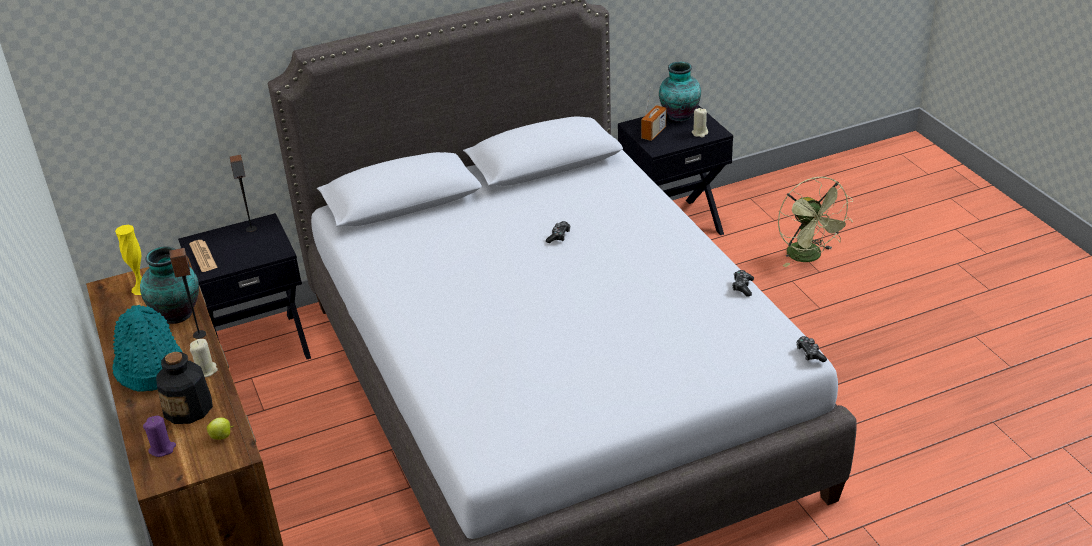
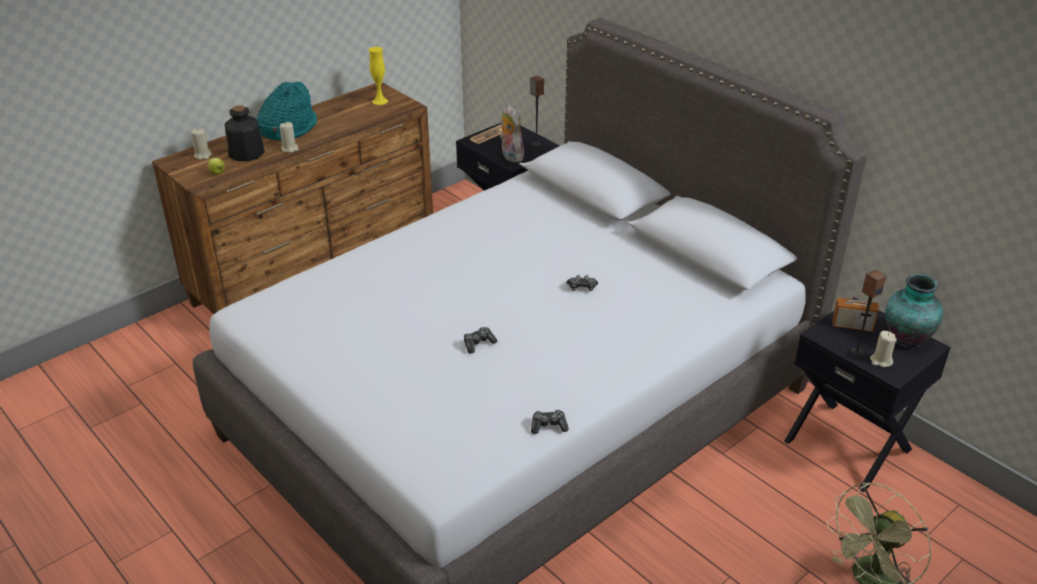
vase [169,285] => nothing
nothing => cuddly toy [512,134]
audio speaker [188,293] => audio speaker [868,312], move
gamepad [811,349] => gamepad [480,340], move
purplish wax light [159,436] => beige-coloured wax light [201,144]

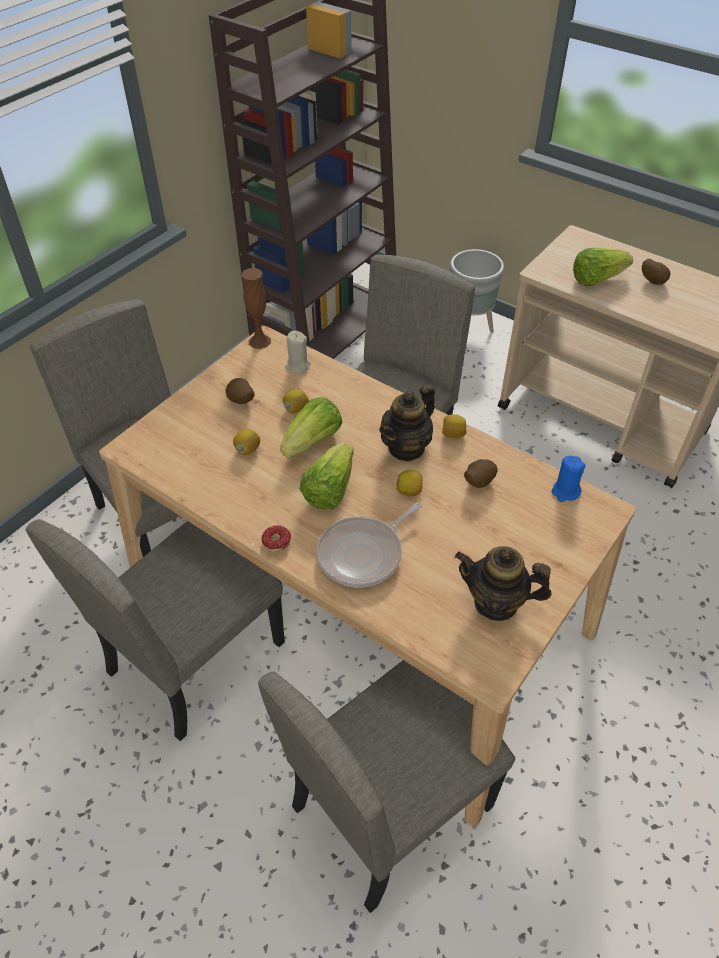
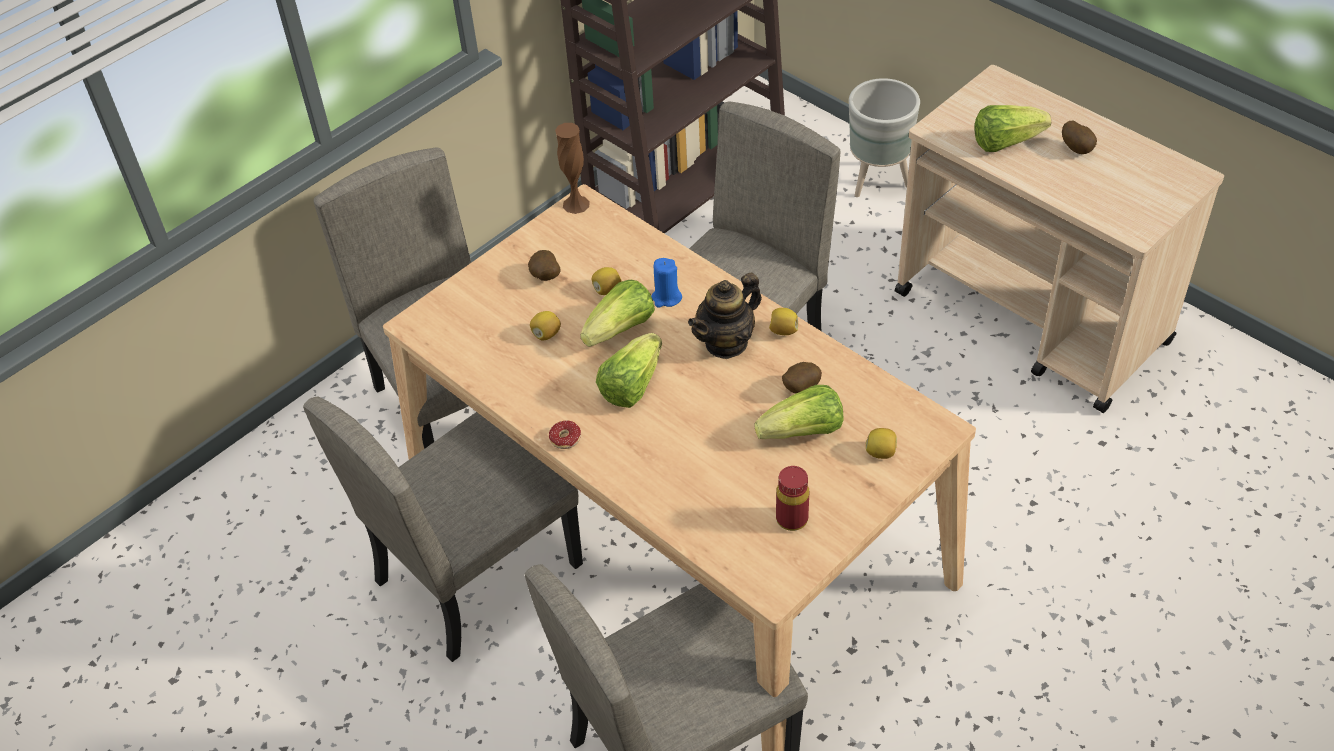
beige-coloured wax light [298,352] => nothing
skillet [369,545] => nothing
nothing => lettuce head [799,412]
citrus fruit [409,483] => citrus fruit [881,443], move
blue-coloured wax light [569,479] => blue-coloured wax light [666,283], move
tea pot [503,583] => red bottle [792,498]

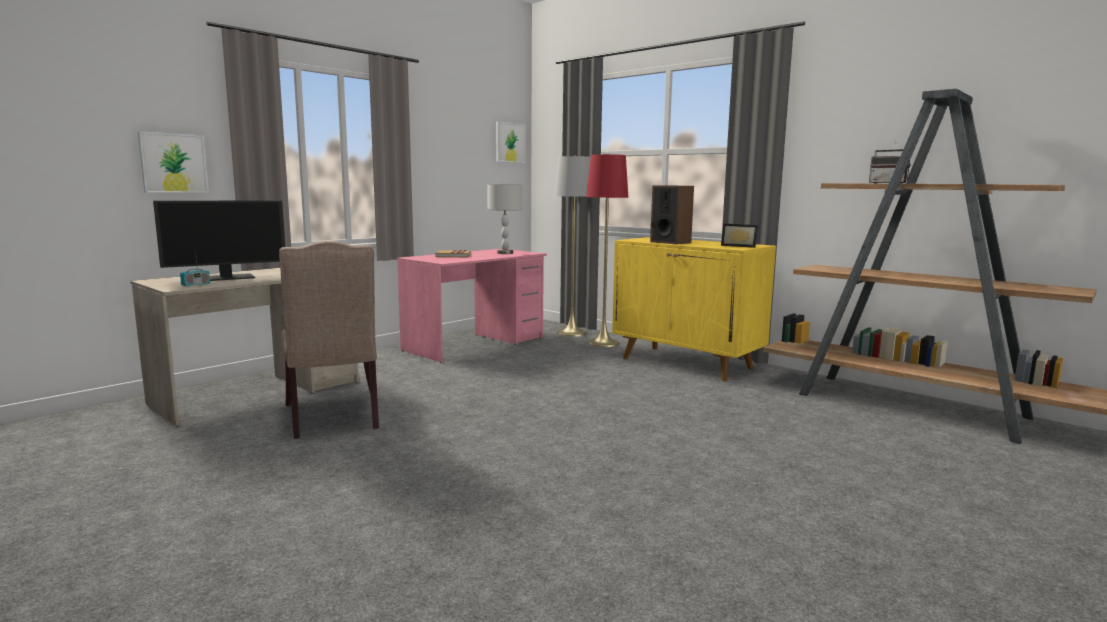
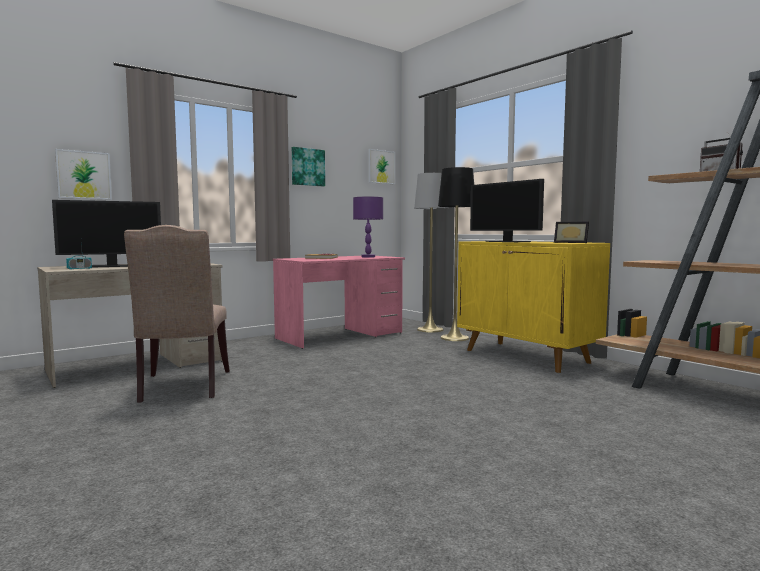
nothing => picture [308,166]
audio speaker [672,215] => computer display [507,210]
greyish lamp for a table [504,219] => purplish lamp for a table [368,227]
red standard lamp [607,250] => blackish standard lamp [456,254]

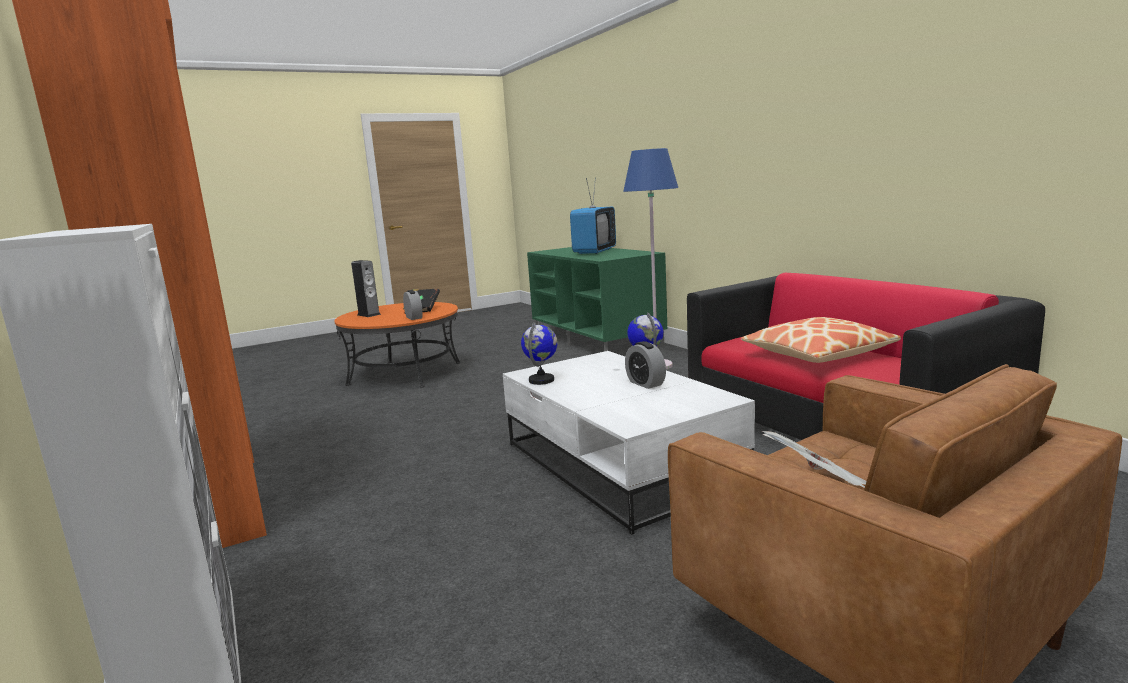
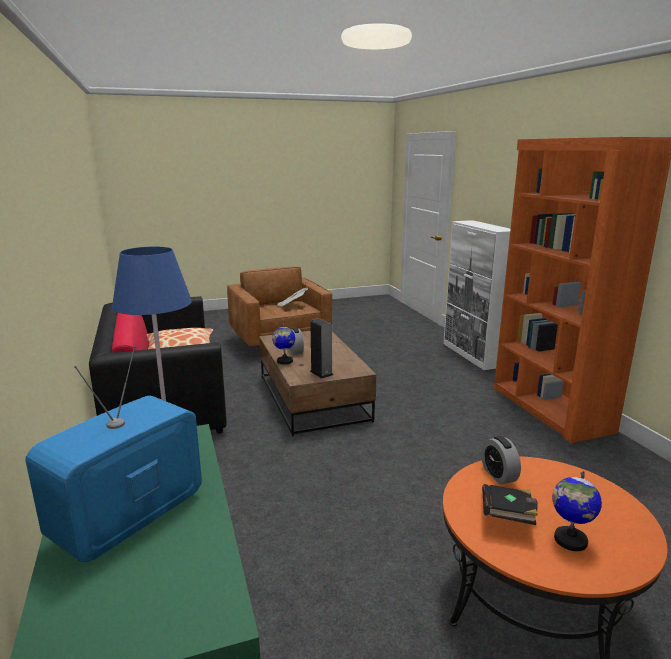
audio speaker [366,288] => audio speaker [321,348], move
world globe [539,353] => world globe [577,511], move
white lounge table [629,443] => brown lounge table [317,383]

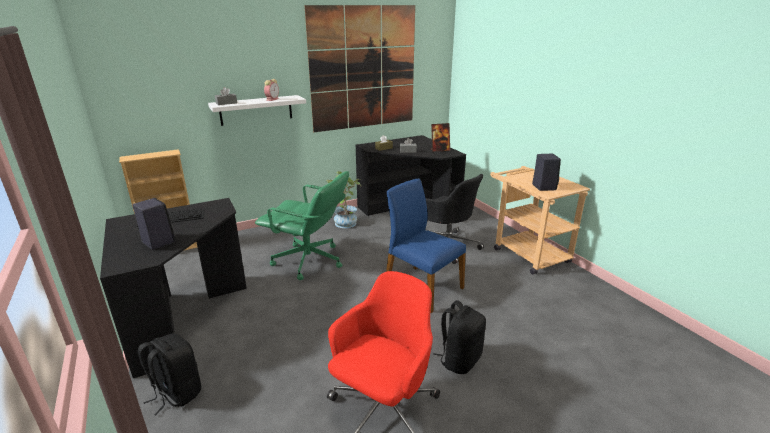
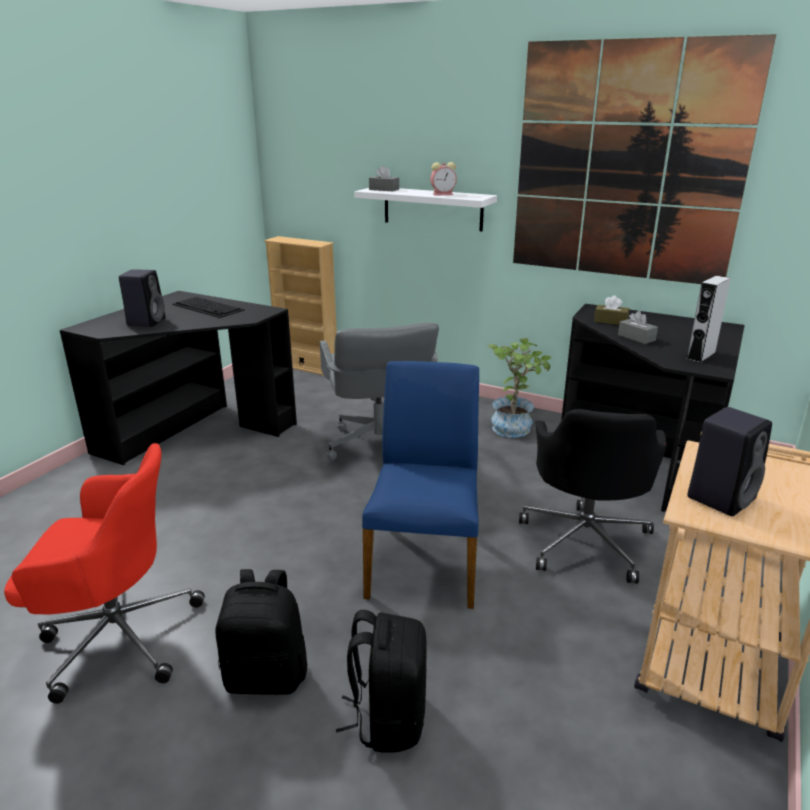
blackish rucksack [169,374] => blackish rucksack [381,681], move
picture frame [440,137] => greyish audio speaker [709,319]
green-coloured computer chair [302,225] => greyish computer chair [379,391]

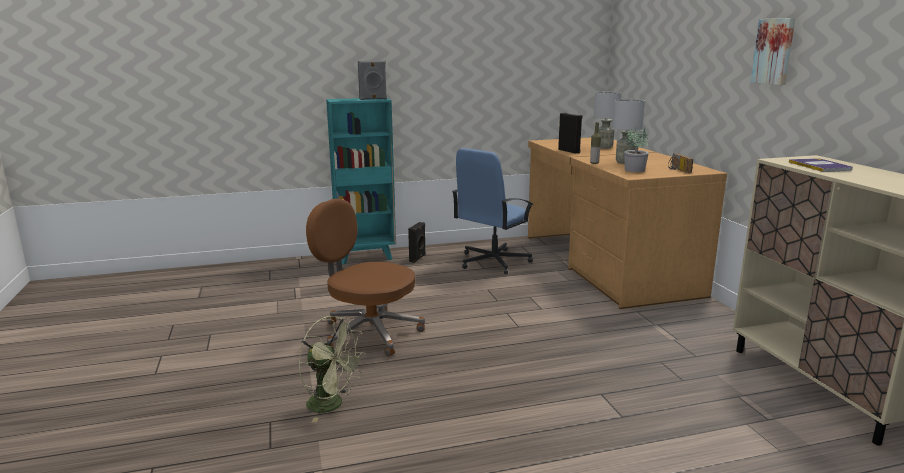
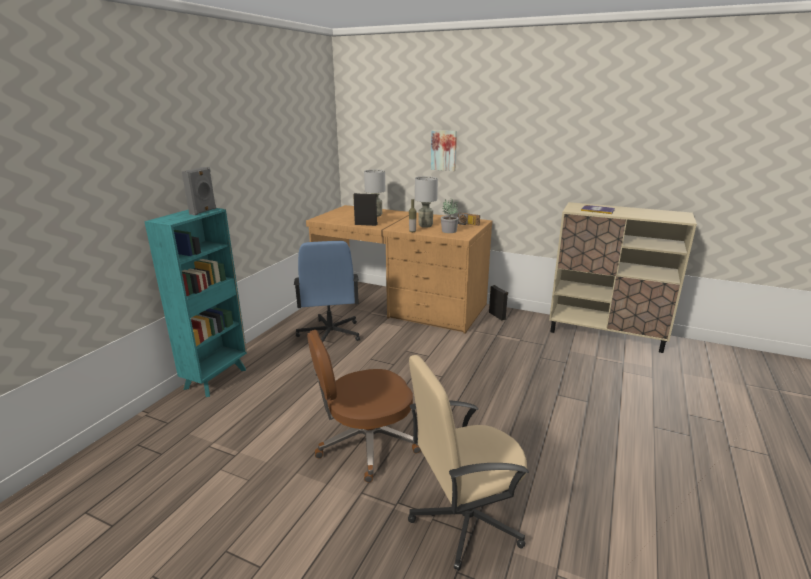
blackish audio speaker [417,242] => blackish audio speaker [498,302], move
picture [773,51] => picture [444,150], move
green-coloured fan [332,369] => beige-coloured computer chair [468,463]

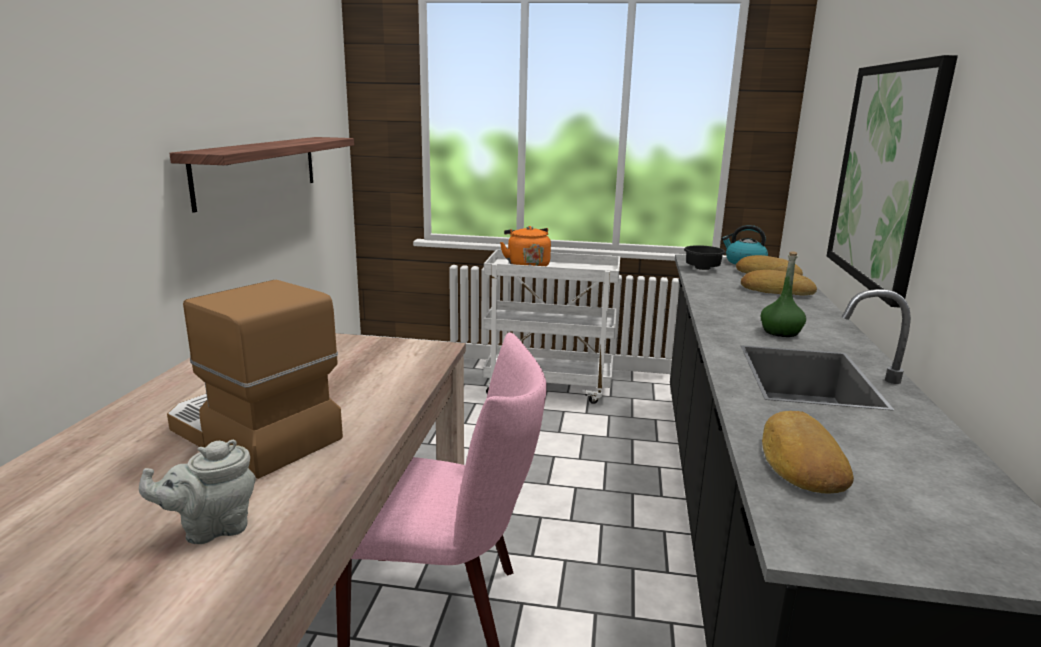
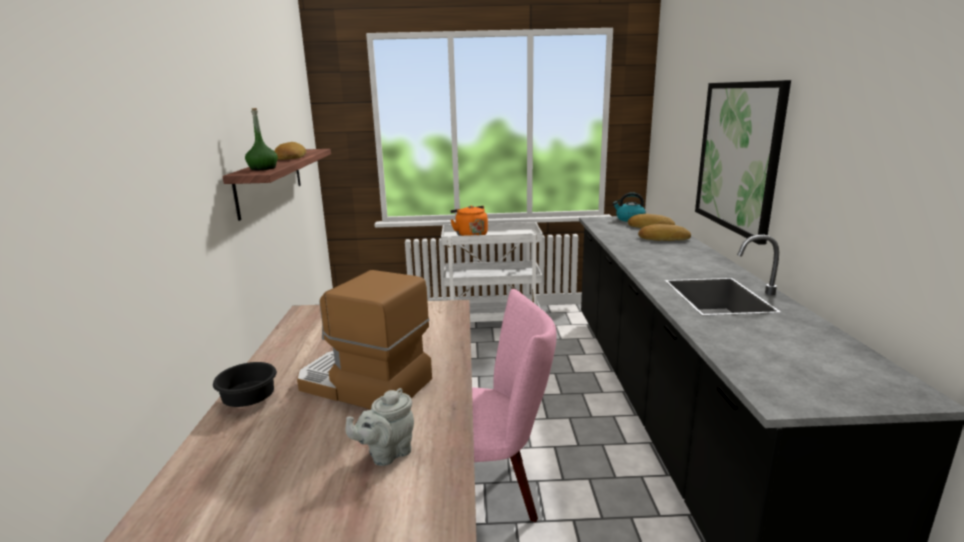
blackish serving bowl [705,257] => blackish serving bowl [245,384], move
green-coloured bottle [783,294] => green-coloured bottle [261,139], move
bread [808,452] => bread [290,151], move

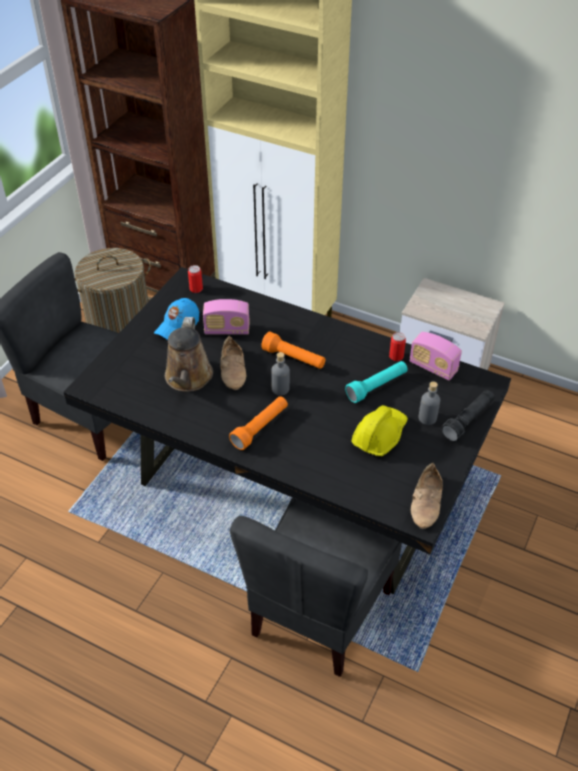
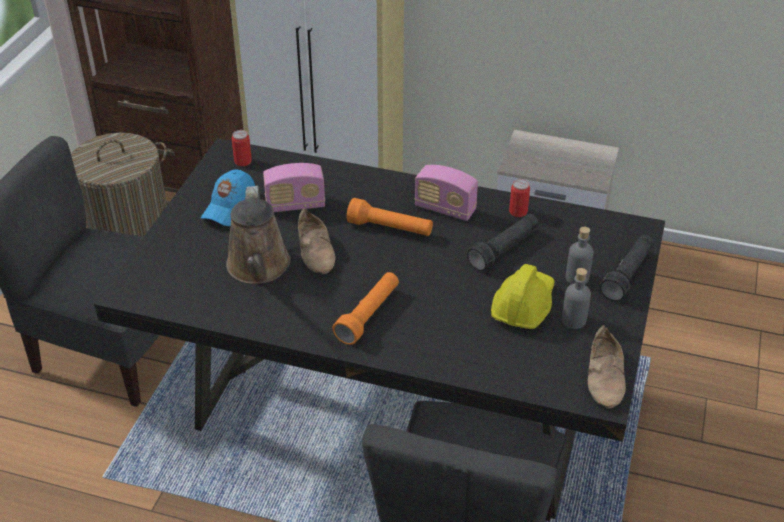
greyish bottle [280,373] => greyish bottle [576,298], move
radio [436,356] => radio [446,193], move
blue-green hand torch [376,382] => blackish hand torch [503,242]

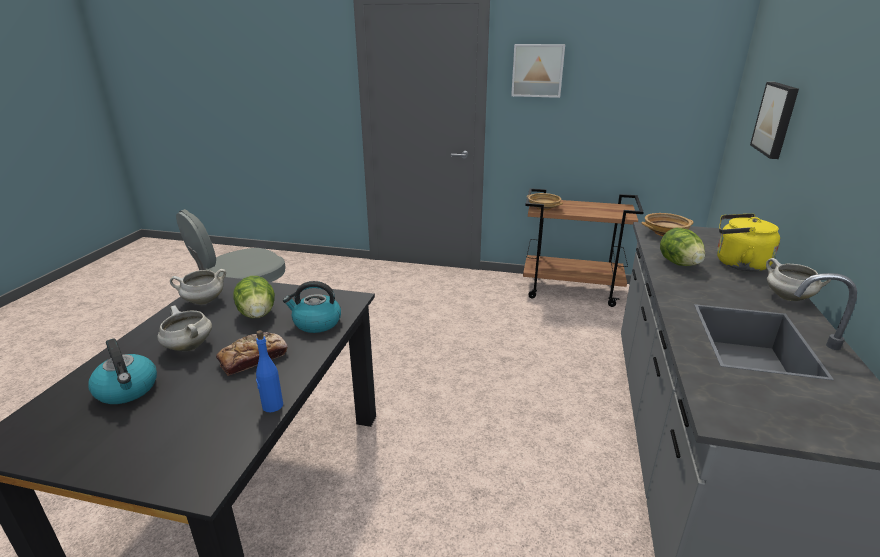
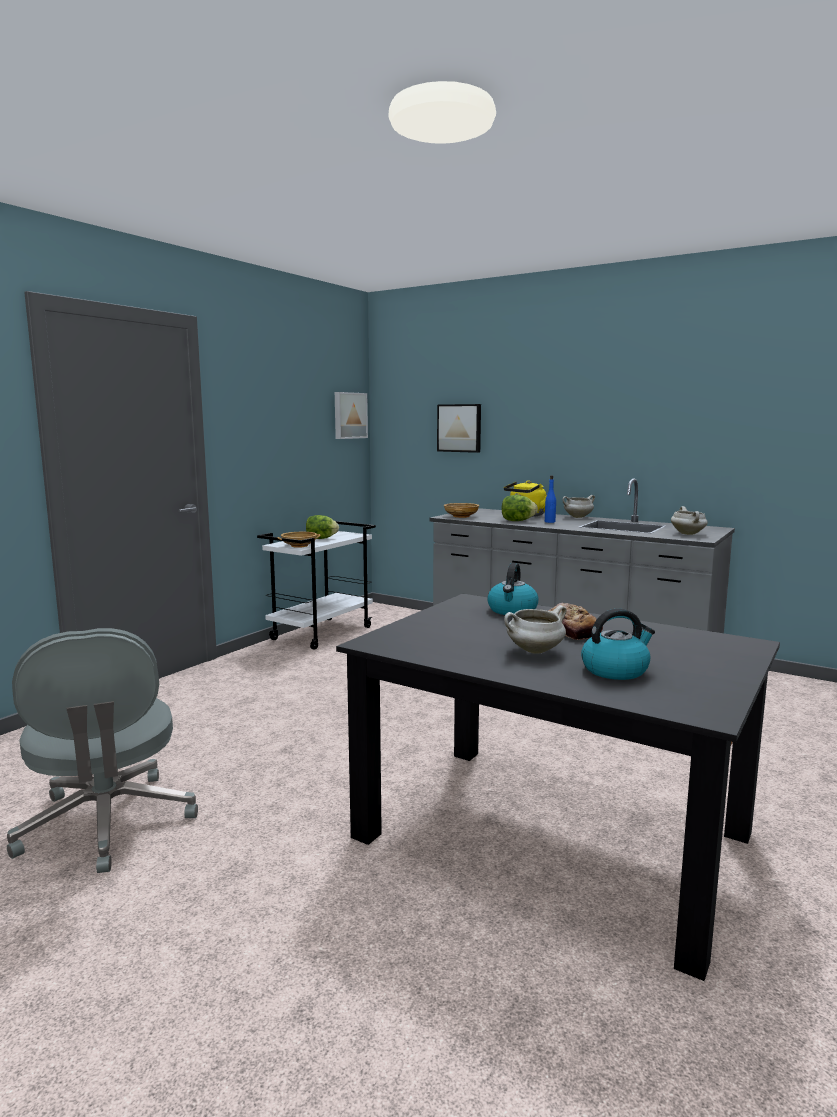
white saucepot [198,286] => white saucepot [689,520], move
lettuce head [254,297] => lettuce head [322,527], move
blue-coloured bottle [269,371] => blue-coloured bottle [550,499], move
picture [538,71] => picture [351,415], move
brown trolley [583,247] => white trolley [316,585]

